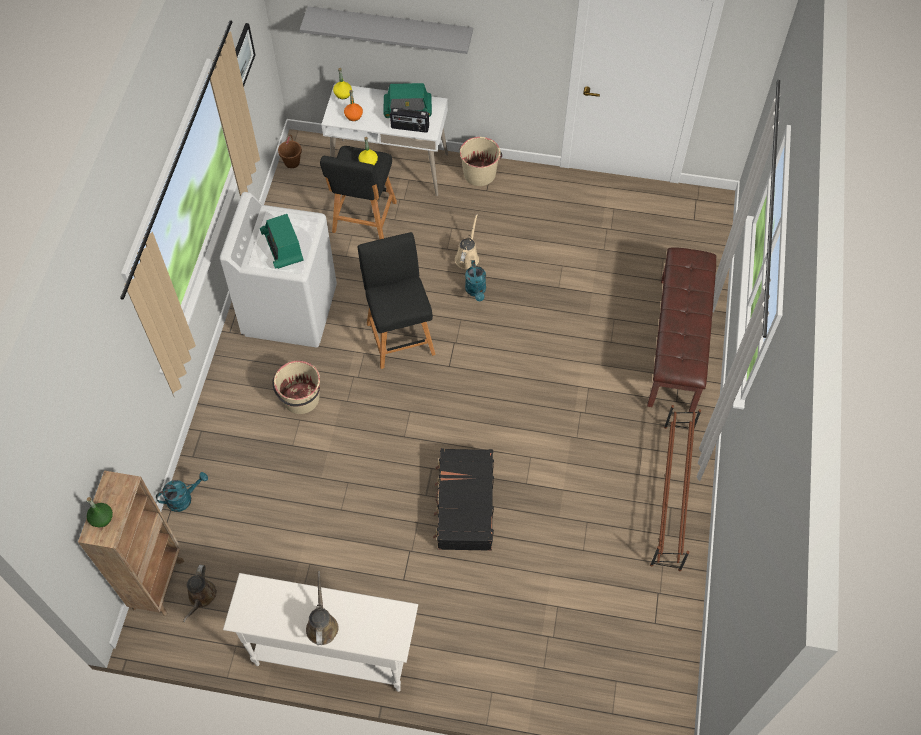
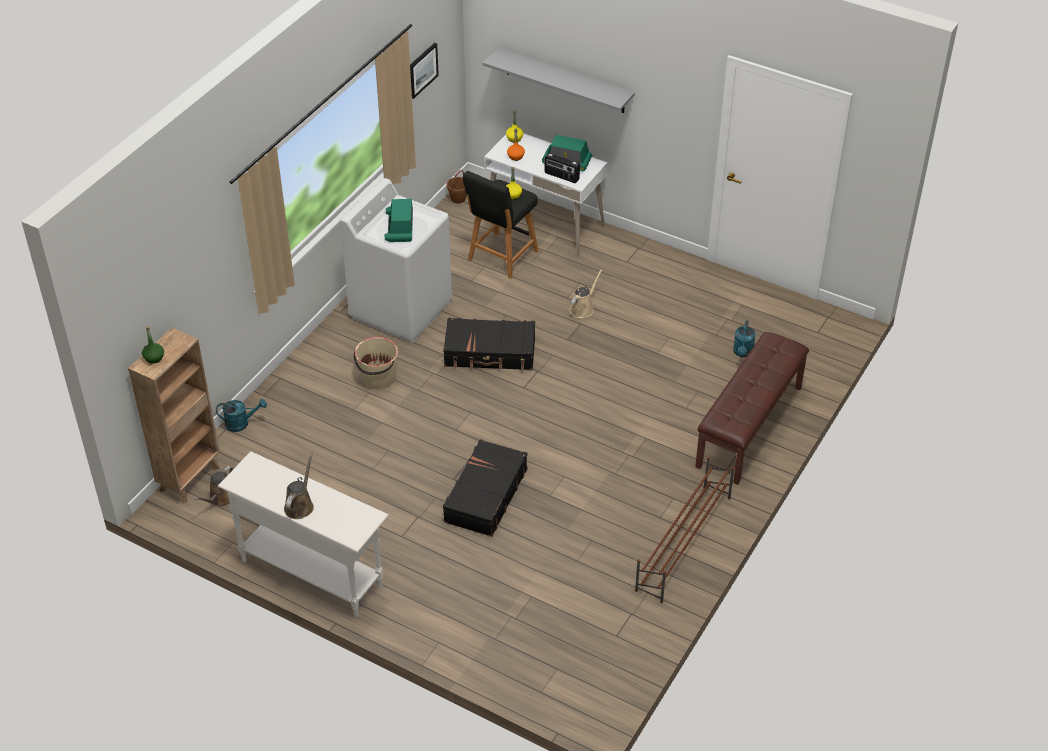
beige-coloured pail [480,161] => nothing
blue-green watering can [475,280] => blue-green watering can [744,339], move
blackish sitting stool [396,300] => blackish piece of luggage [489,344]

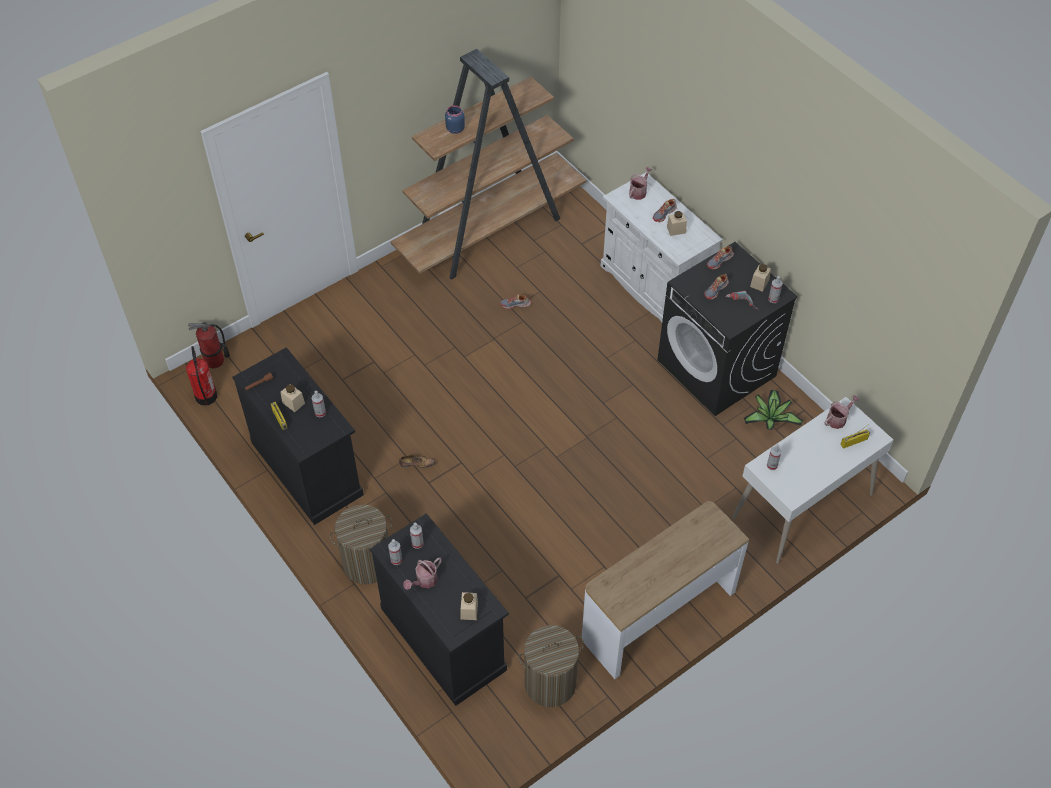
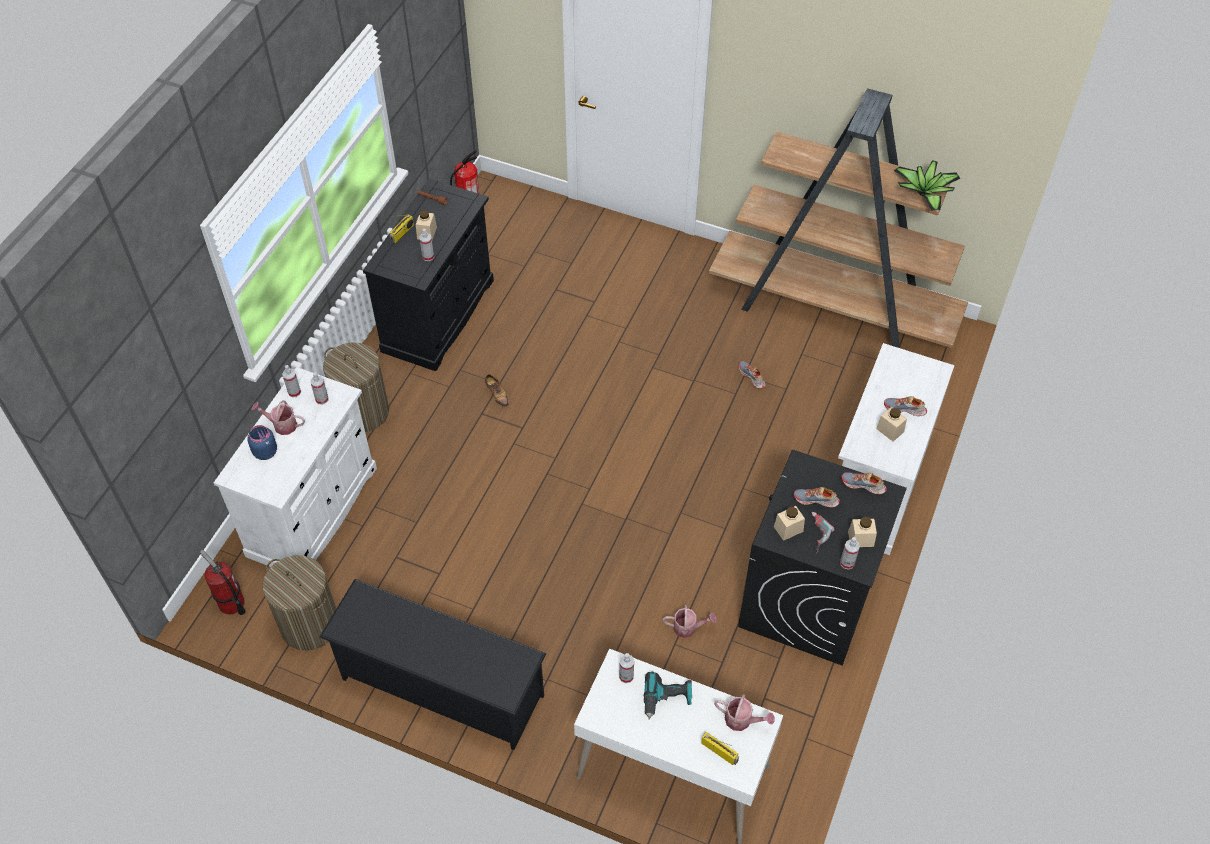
nothing => electric drill [668,696]
fire extinguisher [209,345] => fire extinguisher [222,582], move
blue-coloured jar [455,119] => blue-coloured jar [262,442], move
beige-coloured jar [469,606] => beige-coloured jar [789,523], move
watering can [640,183] => watering can [690,621], move
potted plant [773,410] => potted plant [927,185], move
narrow table [665,590] => blackish shoe stand [432,664]
blackish storage cabinet [439,609] => white storage cabinet [295,467]

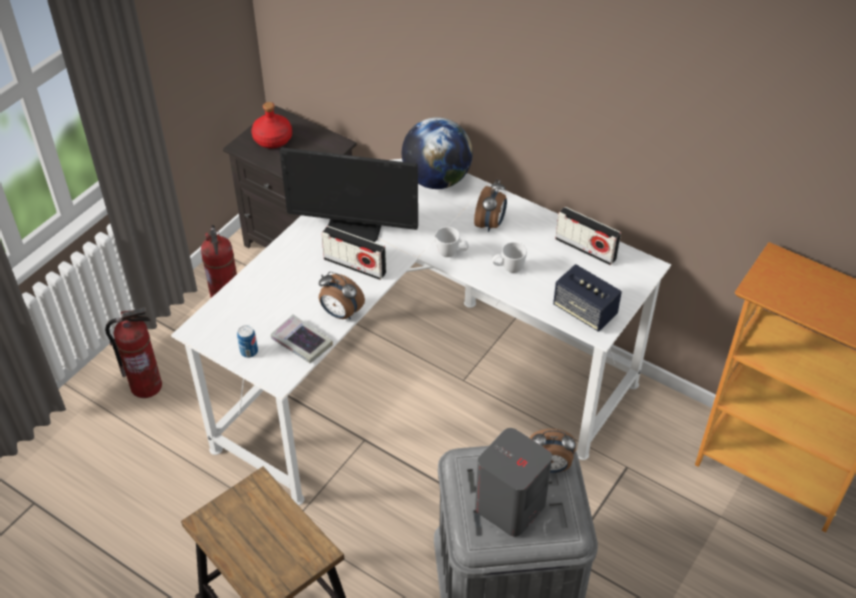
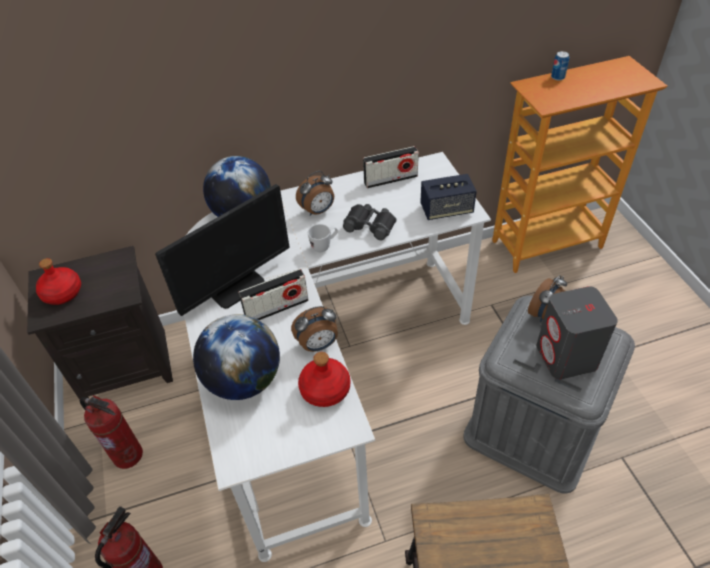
nothing => world globe [236,357]
can [247,341] => can [560,66], move
bound book [301,339] => red bottle [324,379]
white tea mug [509,257] => blackish binoculars [370,222]
alarm clock [490,206] => alarm clock [315,193], 90 degrees clockwise

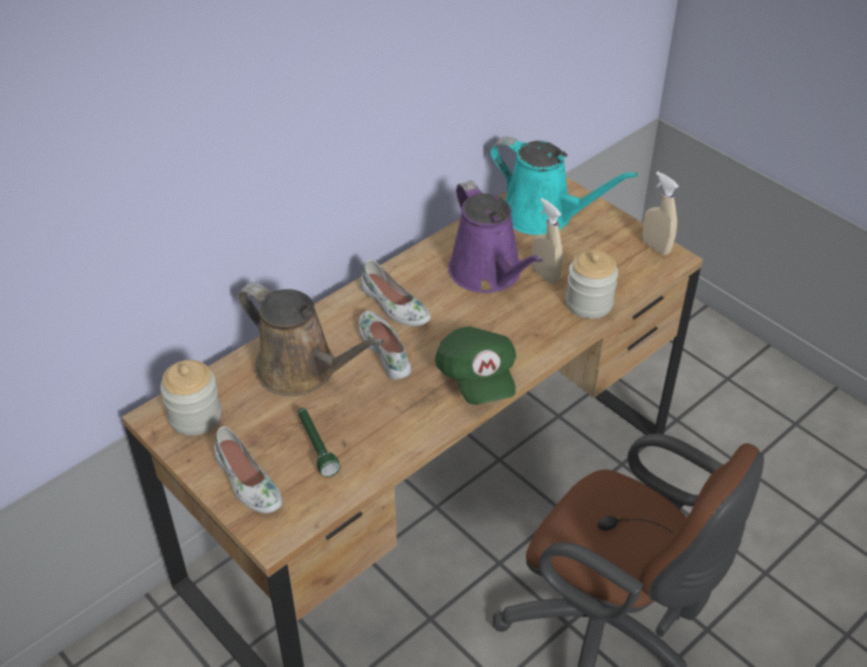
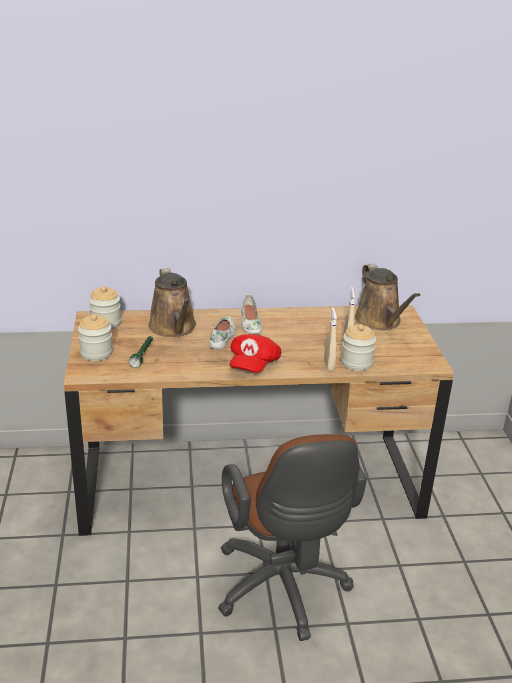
purplish watering can [495,236] => nothing
beige-coloured sprayer [660,213] => beige-coloured sprayer [330,339], move
white item of footwear [248,469] => jar [95,337]
green-coloured cap [475,366] => red cap [255,353]
blue-green watering can [564,186] => brown watering can [387,297]

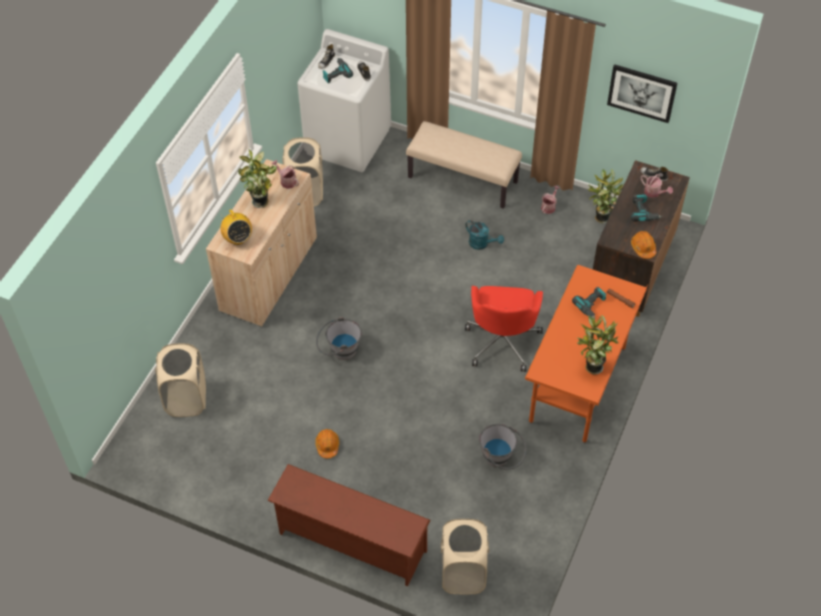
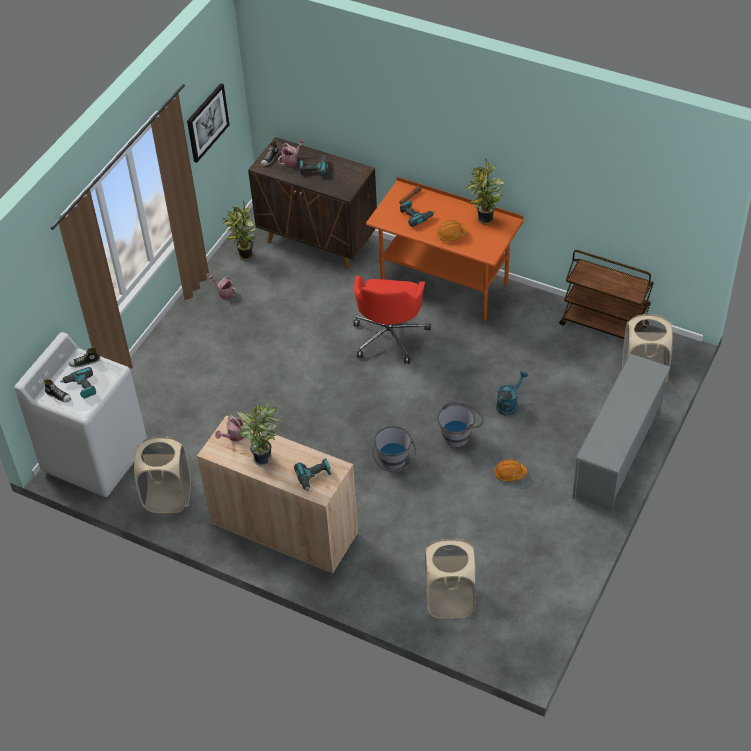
beige-coloured long seat [464,165] => nothing
nothing => brown trolley [606,294]
blue-green watering can [484,235] => blue-green watering can [512,393], move
greyish pail [502,447] => greyish pail [460,424], move
orange safety helmet [643,245] => orange safety helmet [452,230], move
radio [236,227] => electric drill [312,474]
brown shoe stand [348,525] => greyish shoe stand [621,432]
red computer chair [504,329] => red computer chair [392,320], 90 degrees clockwise

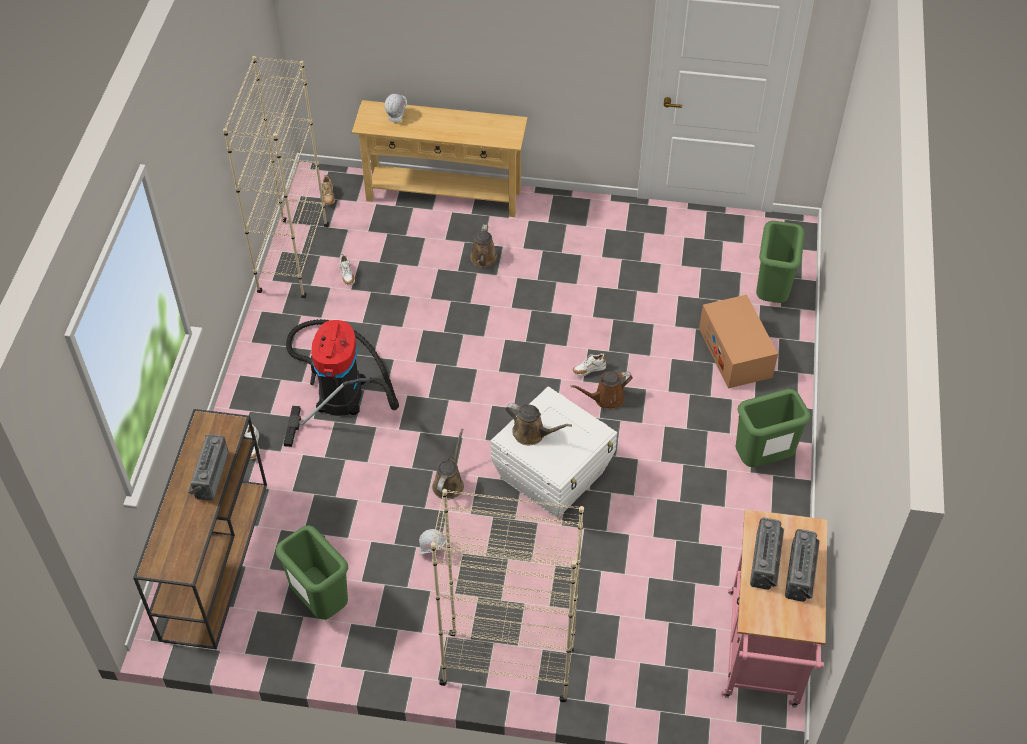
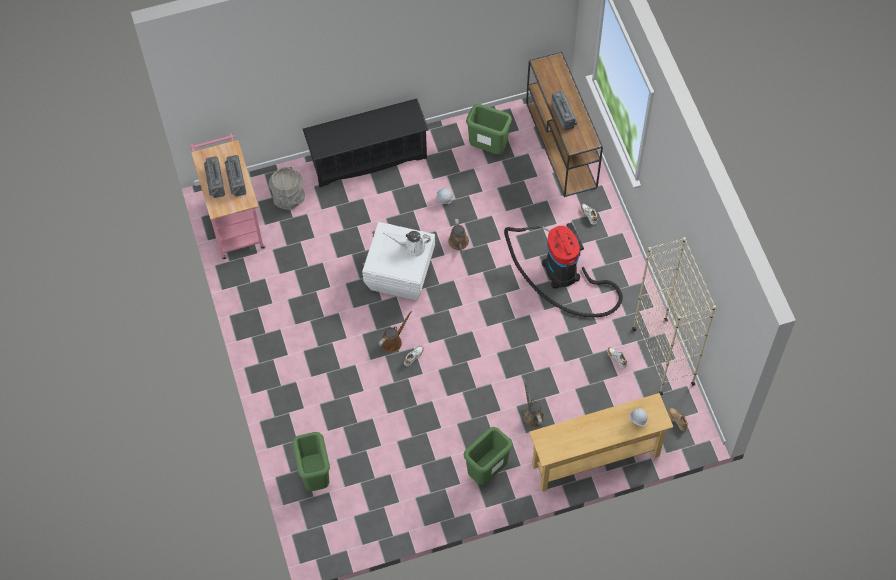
packing box [738,341] => nothing
nothing => greyish pail [287,188]
green-coloured waste bin [773,428] => green-coloured waste bin [488,456], move
beige-coloured shelving unit [507,595] => blackish shoe stand [366,143]
brown watering can [539,424] => white watering can [407,244]

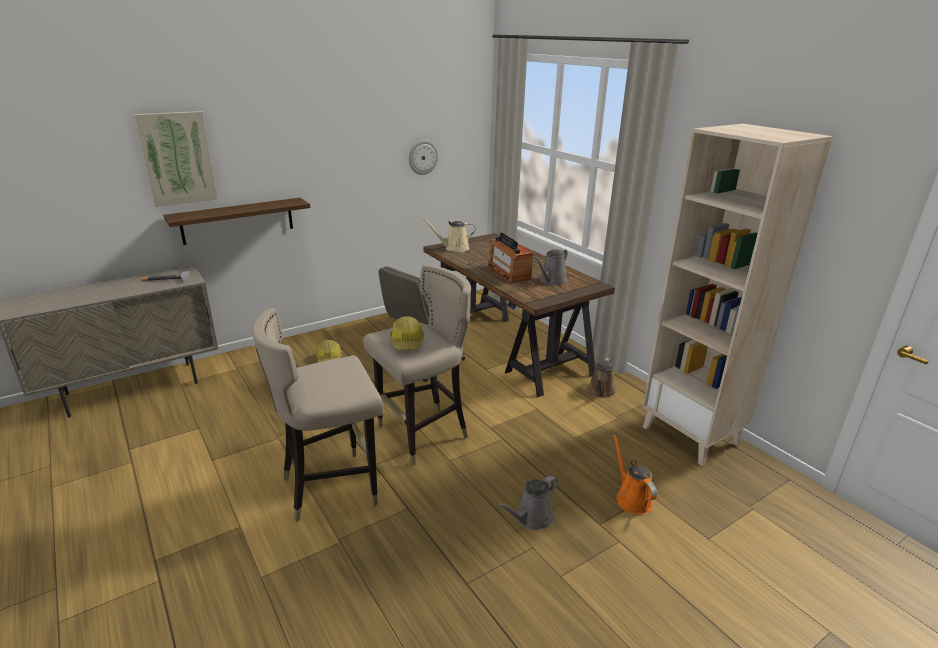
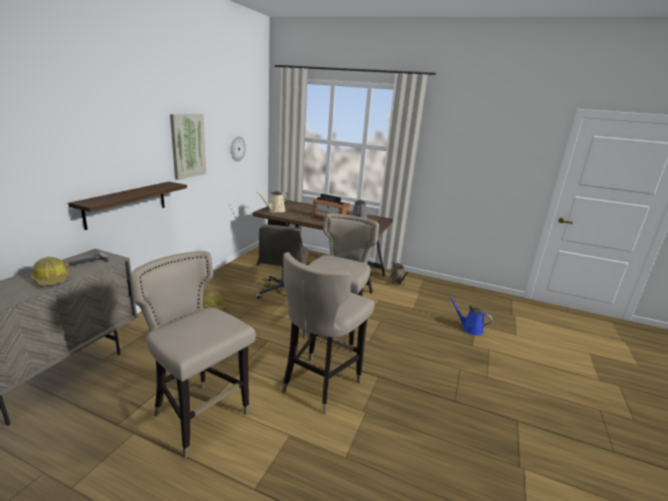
greyish watering can [527,503] => nothing
beige-coloured shelving unit [737,295] => nothing
nothing => beige-coloured sitting stool [193,354]
picture [176,159] => picture [188,147], move
safety helmet [407,333] => safety helmet [50,271], move
orange watering can [635,474] => blue-coloured watering can [471,316]

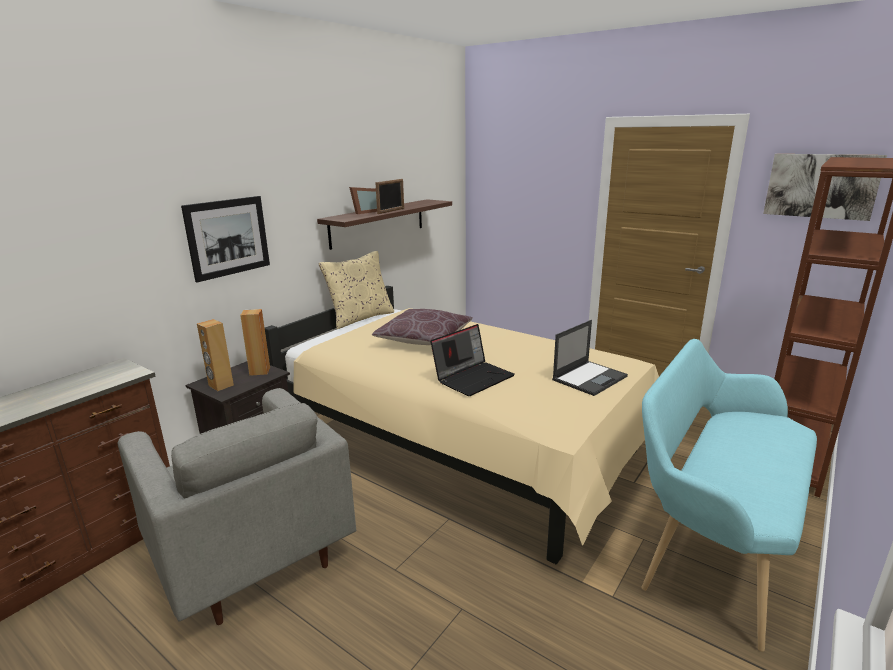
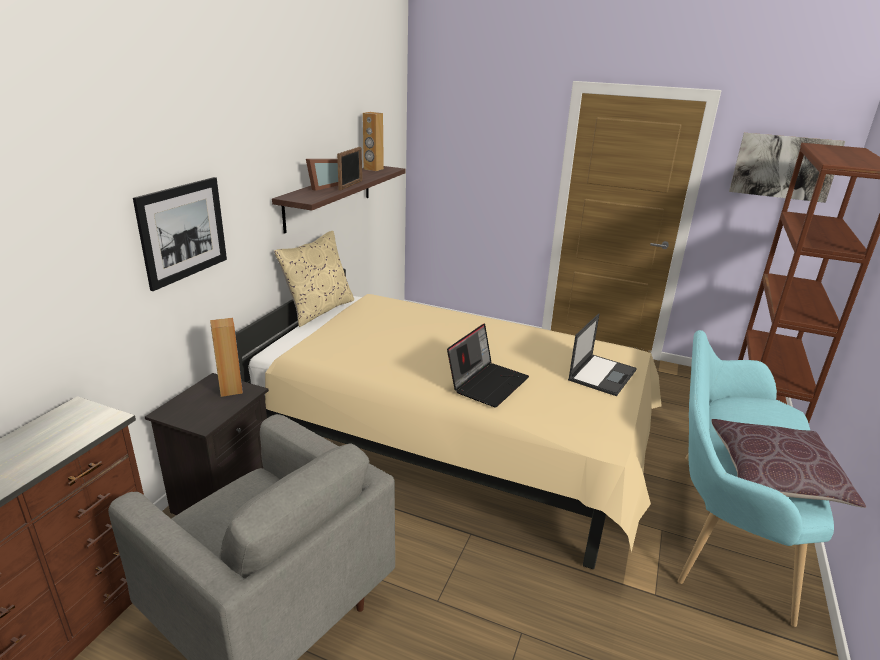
brown audio speaker [215,355] => brown audio speaker [373,141], move
brown pillow [422,327] => brown pillow [788,463], move

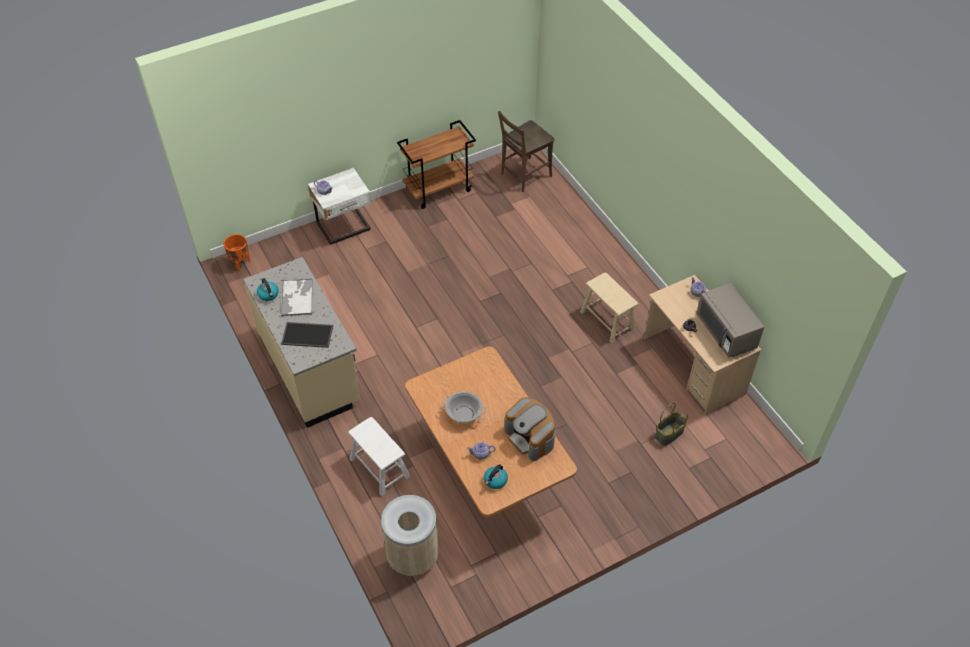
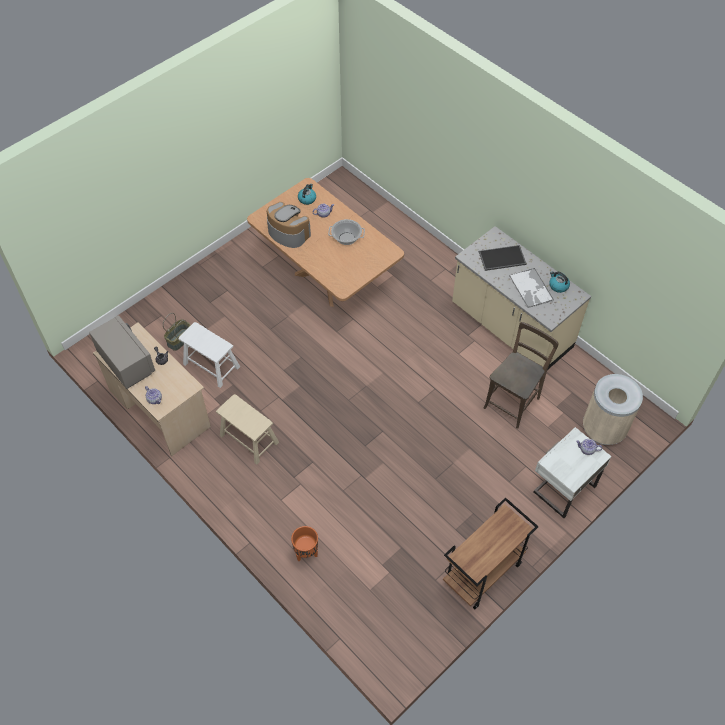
orange plant pot [236,253] => orange plant pot [304,543], move
white sitting stool [379,456] => white sitting stool [209,355], move
beige-coloured waste bin [410,535] => beige-coloured waste bin [613,409], move
brown chair [526,151] => brown chair [521,375], move

